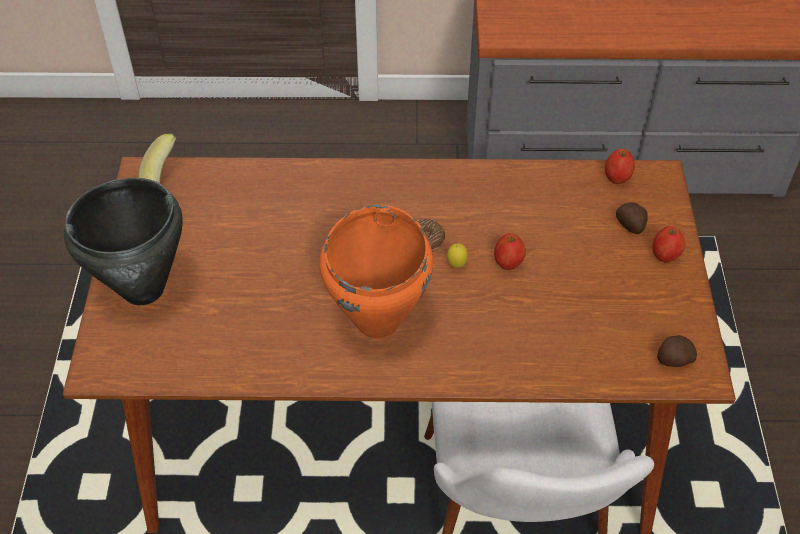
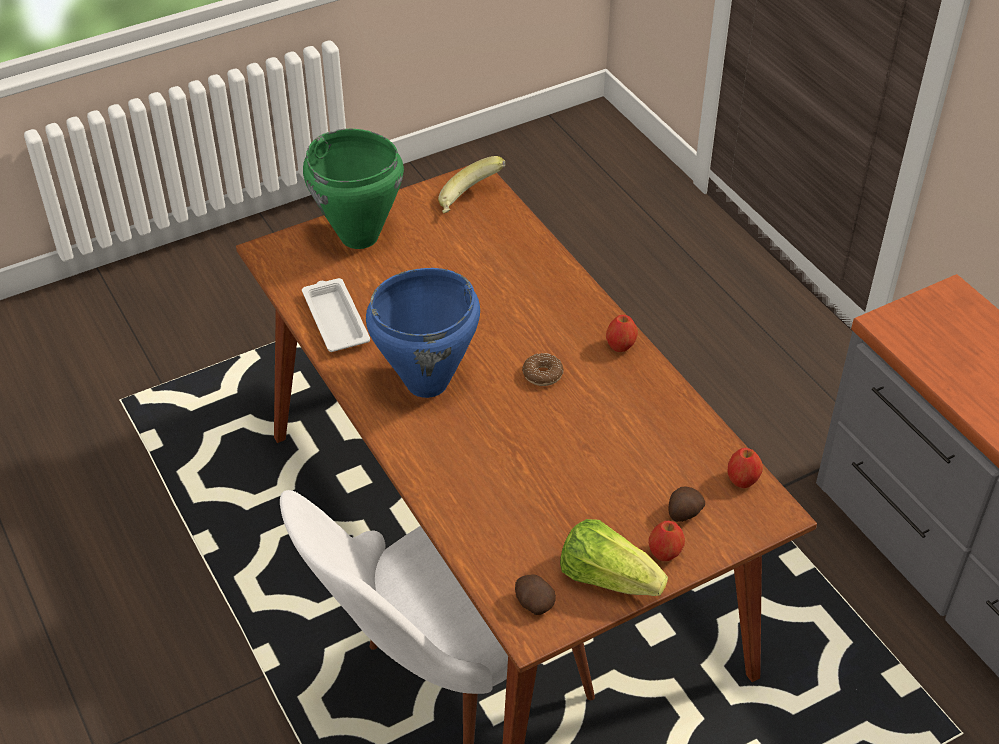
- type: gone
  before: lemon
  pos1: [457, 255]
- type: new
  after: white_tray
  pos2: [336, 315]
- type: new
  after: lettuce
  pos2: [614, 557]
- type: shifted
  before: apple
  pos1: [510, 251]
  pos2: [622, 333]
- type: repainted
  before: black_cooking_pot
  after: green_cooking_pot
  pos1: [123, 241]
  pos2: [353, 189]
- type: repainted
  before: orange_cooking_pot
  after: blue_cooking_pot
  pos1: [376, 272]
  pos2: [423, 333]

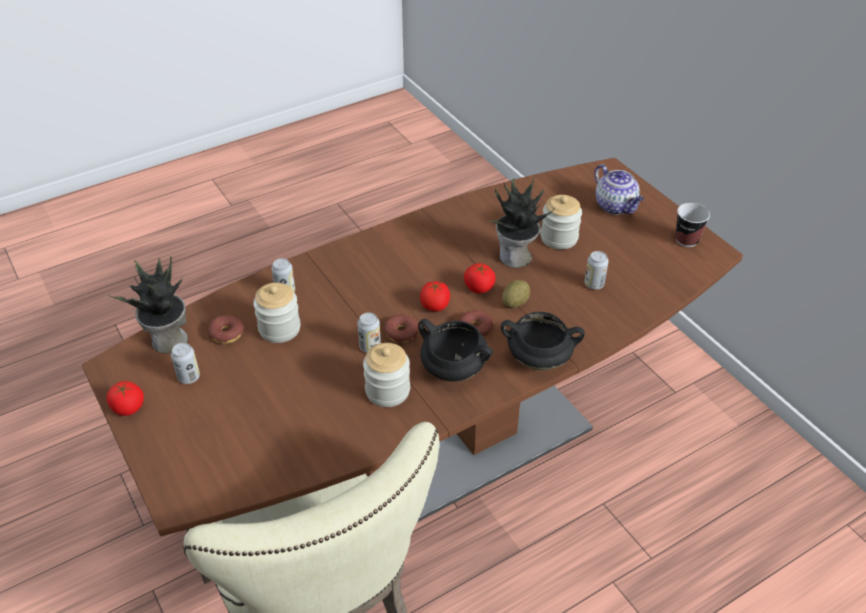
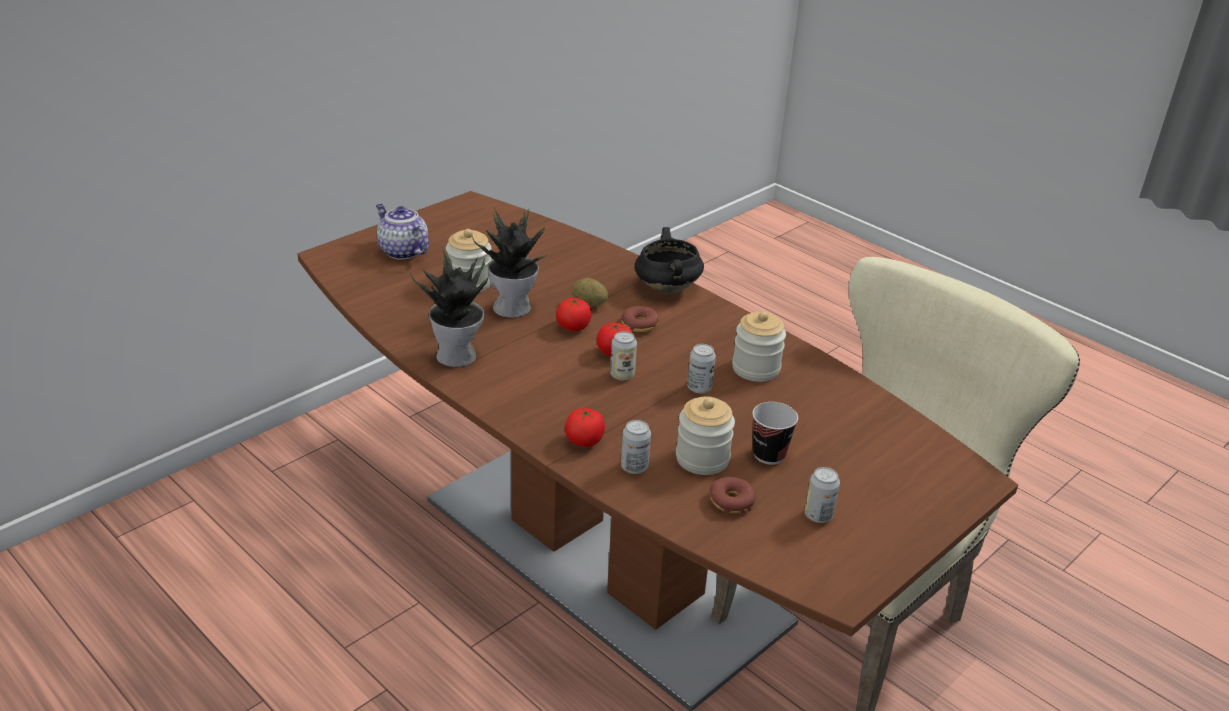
- type: gone
  before: donut
  pos1: [401, 329]
- type: gone
  before: black_cooking_pot
  pos1: [455, 350]
- type: shifted
  before: tomato
  pos1: [125, 398]
  pos2: [585, 427]
- type: shifted
  before: potted_plant
  pos1: [148, 305]
  pos2: [449, 307]
- type: shifted
  before: can
  pos1: [596, 270]
  pos2: [623, 356]
- type: shifted
  before: cup
  pos1: [692, 225]
  pos2: [775, 433]
- type: rotated
  before: teapot
  pos1: [619, 189]
  pos2: [402, 232]
  turn: -90

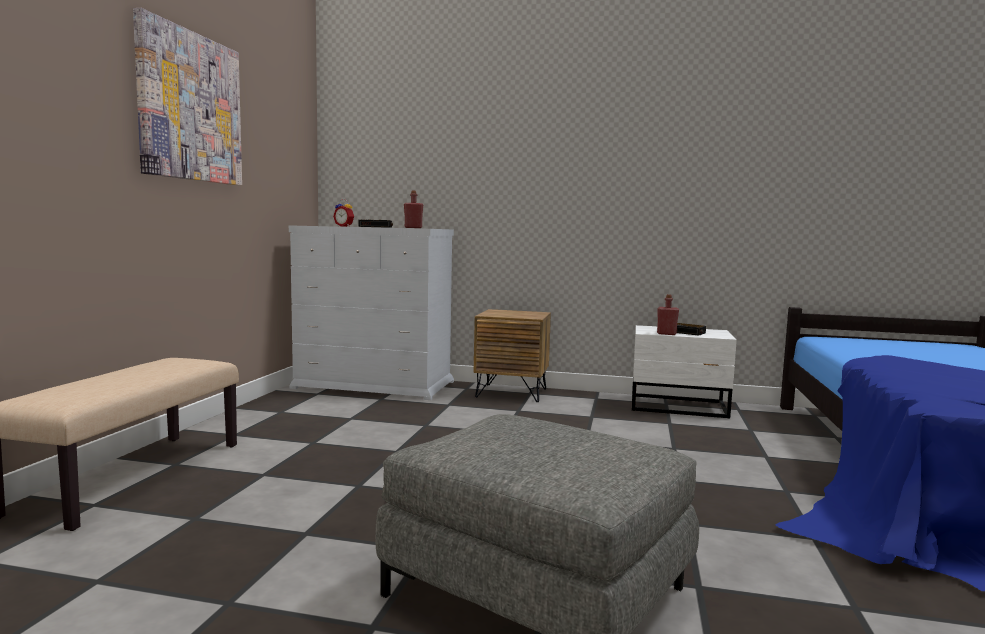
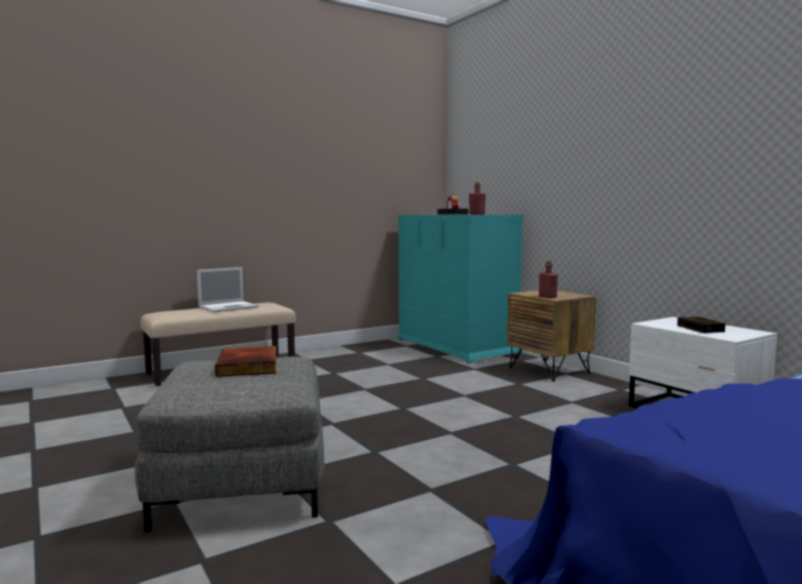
- type: gone
  before: picture
  pos1: [187, 96]
- type: new
  after: laptop
  pos2: [228, 289]
- type: new
  after: book
  pos2: [246, 361]
- type: shifted
  before: red_bottle
  pos1: [668, 314]
  pos2: [548, 279]
- type: repainted
  before: white_dresser
  after: turquoise_dresser
  pos1: [371, 312]
  pos2: [460, 289]

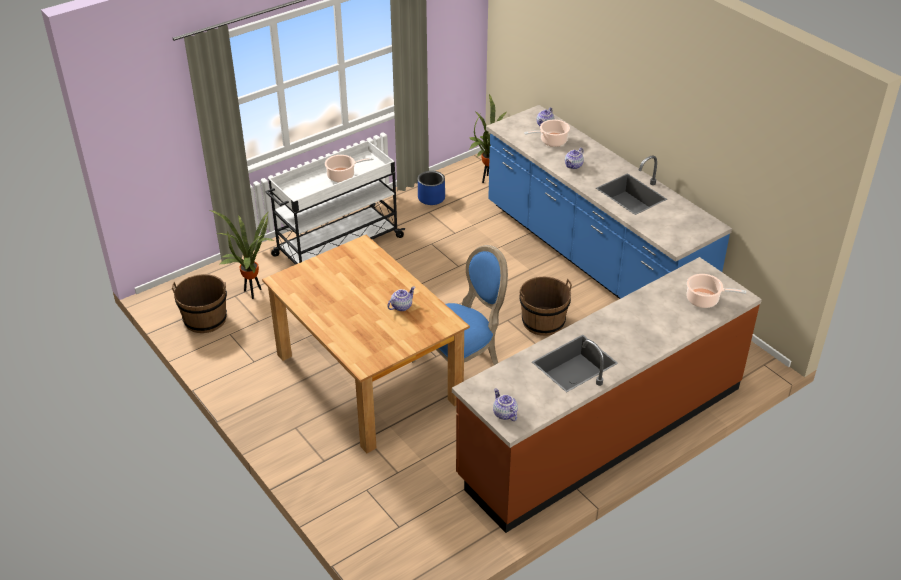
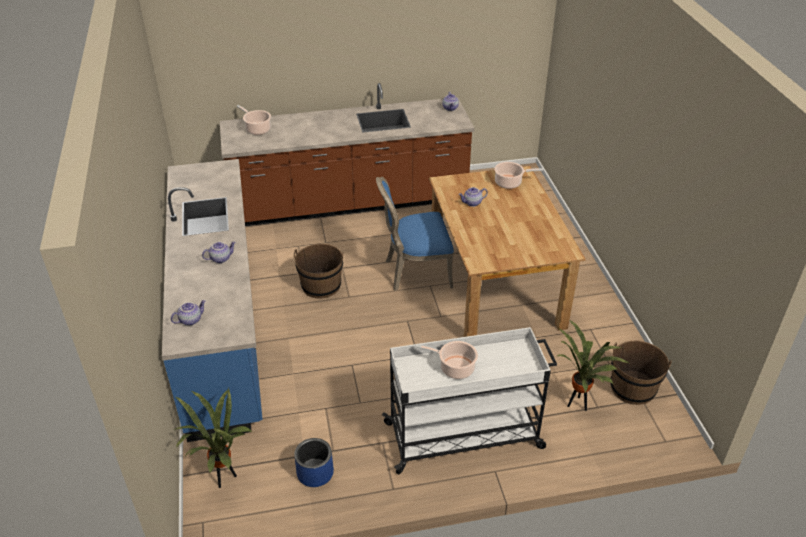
- type: shifted
  before: cooking_pot
  pos1: [547, 133]
  pos2: [518, 175]

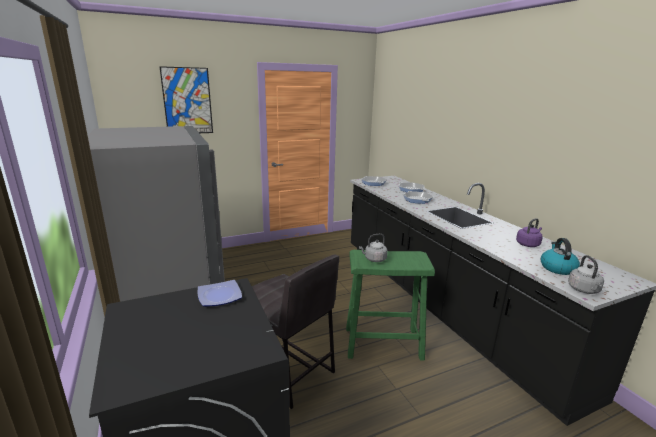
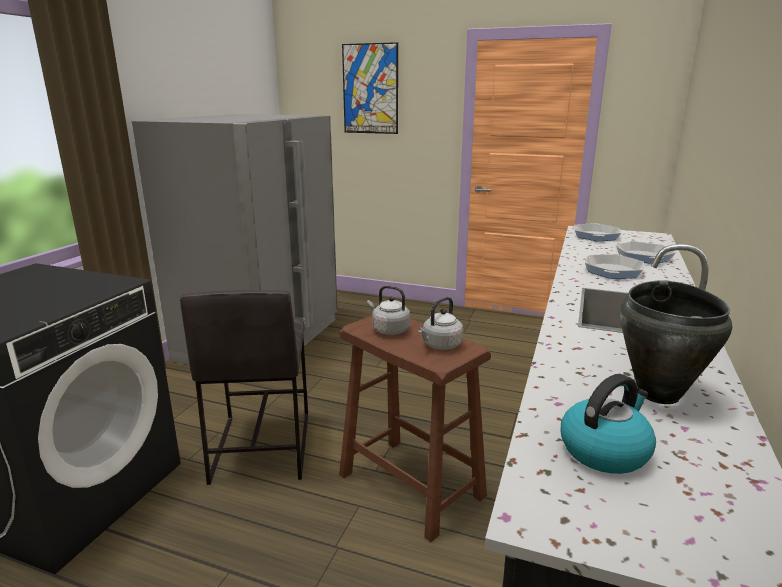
- type: gone
  before: plate
  pos1: [220, 293]
- type: shifted
  before: grey_kettle
  pos1: [586, 274]
  pos2: [440, 323]
- type: swapped
  before: purple_kettle
  after: black_cooking_pot
  pos1: [529, 232]
  pos2: [676, 342]
- type: repainted
  before: green_stool
  after: brown_stool
  pos1: [390, 305]
  pos2: [415, 429]

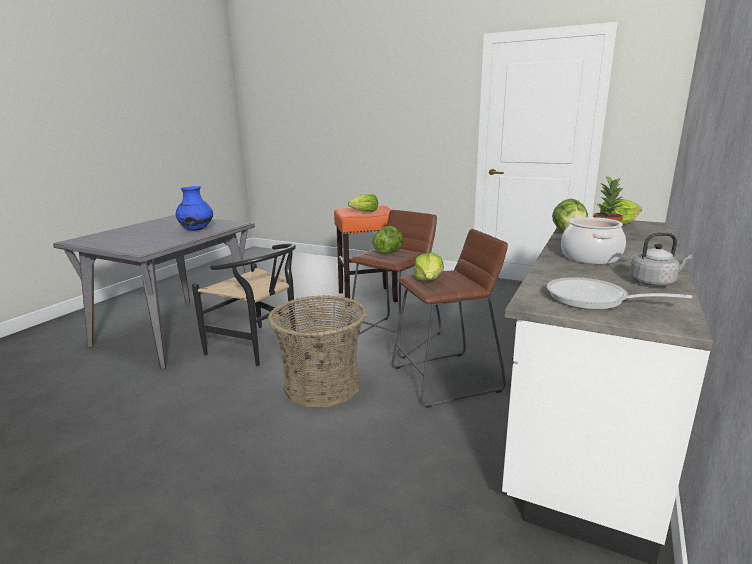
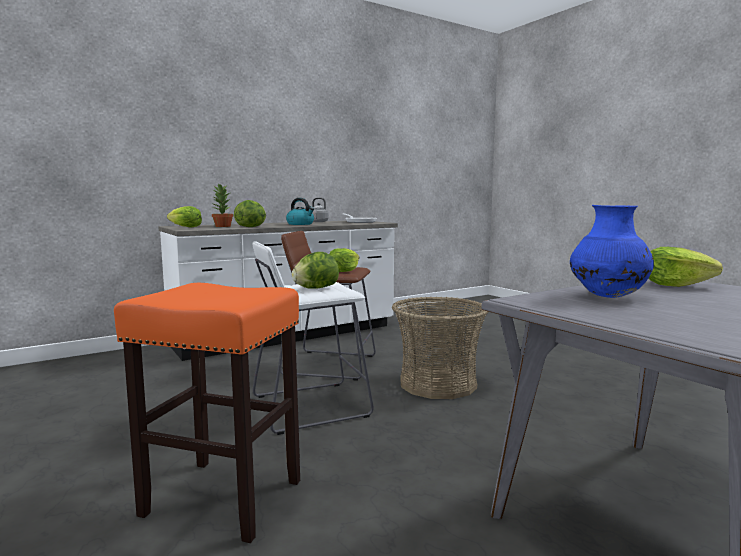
- type: gone
  before: black_chair
  pos1: [244, 304]
- type: shifted
  before: lettuce
  pos1: [363, 203]
  pos2: [686, 267]
- type: swapped
  before: cooking_pot
  after: kettle
  pos1: [593, 240]
  pos2: [300, 211]
- type: repainted
  before: brown_stool
  after: white_stool
  pos1: [396, 284]
  pos2: [313, 338]

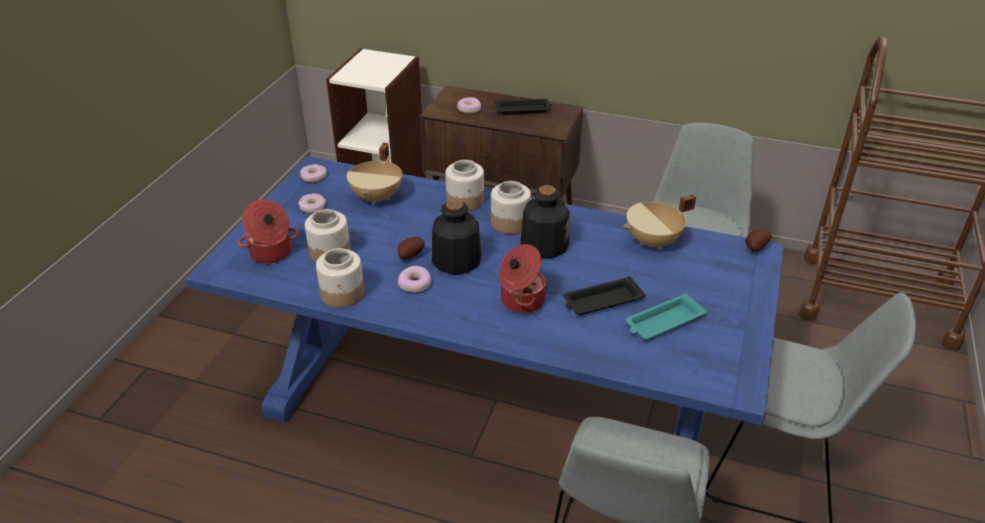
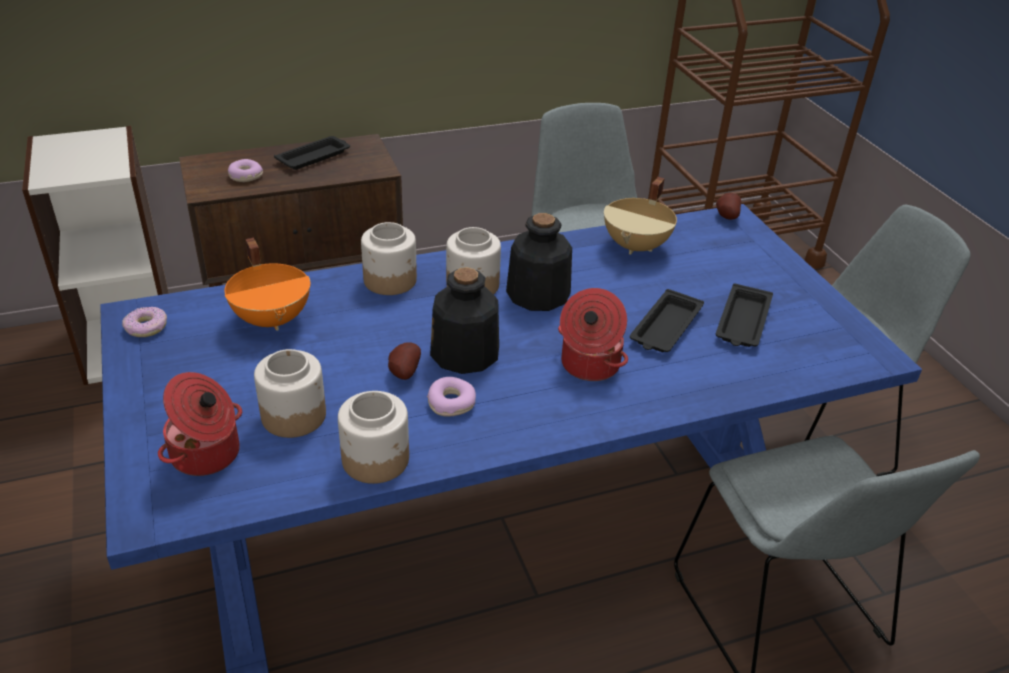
- type: gone
  before: donut
  pos1: [312, 203]
- type: repainted
  before: beige_cooking_pot
  after: orange_cooking_pot
  pos1: [374, 174]
  pos2: [267, 284]
- type: repainted
  before: turquoise_tray
  after: black_tray
  pos1: [666, 316]
  pos2: [744, 315]

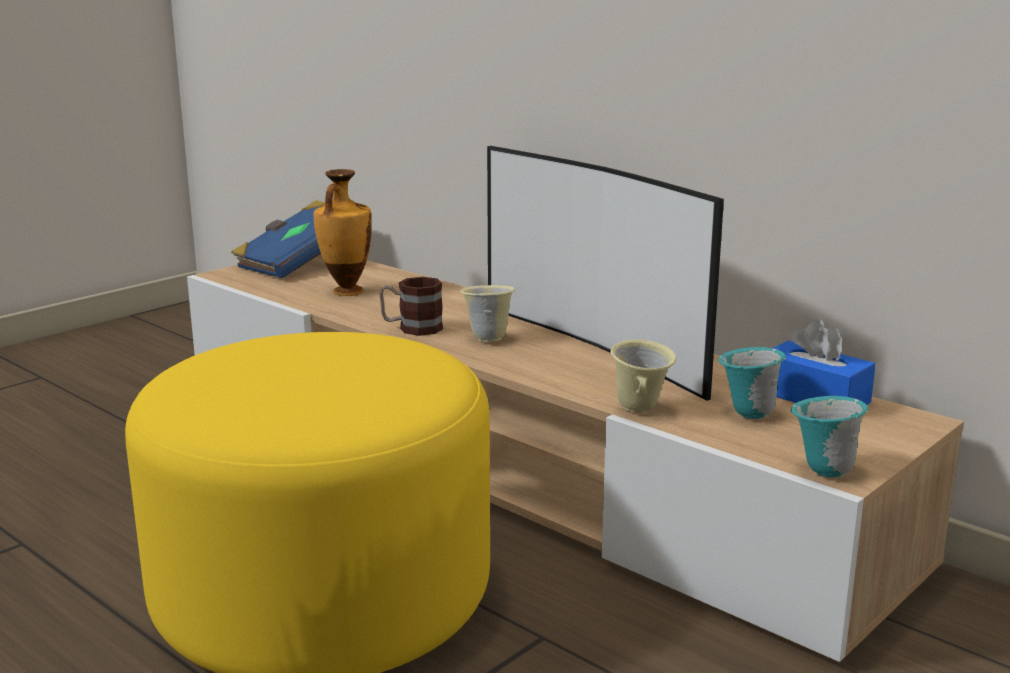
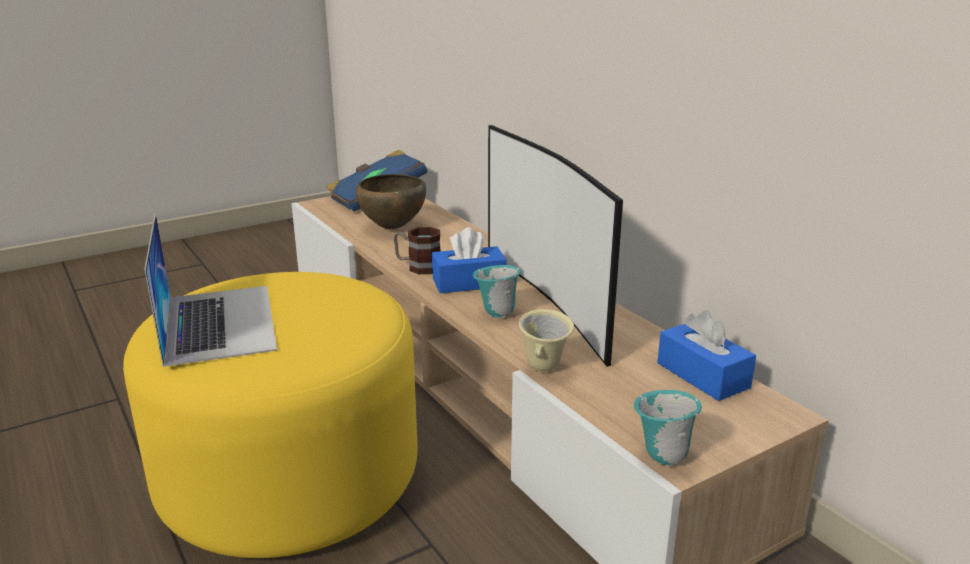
- type: new
  after: laptop
  pos2: [210, 290]
- type: shifted
  before: turquoise_mug
  pos1: [752, 383]
  pos2: [497, 291]
- type: swapped
  before: vase
  after: brown_bowl
  pos1: [343, 232]
  pos2: [391, 201]
- type: swapped
  before: beige_mug
  after: blue_tissue_box
  pos1: [487, 313]
  pos2: [469, 260]

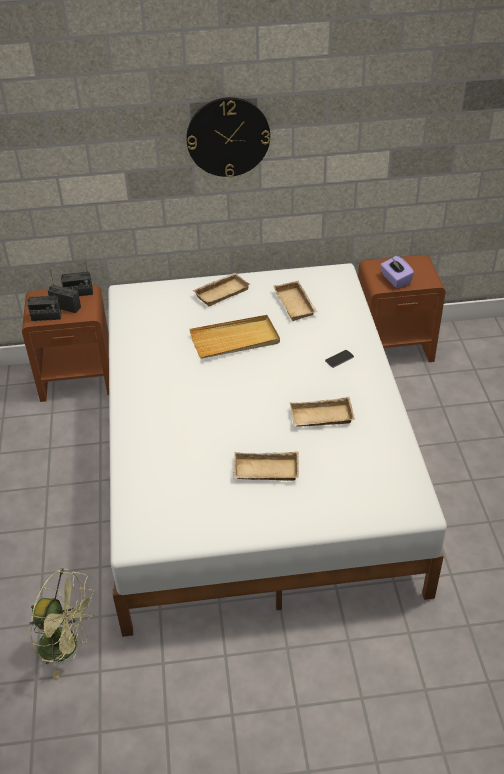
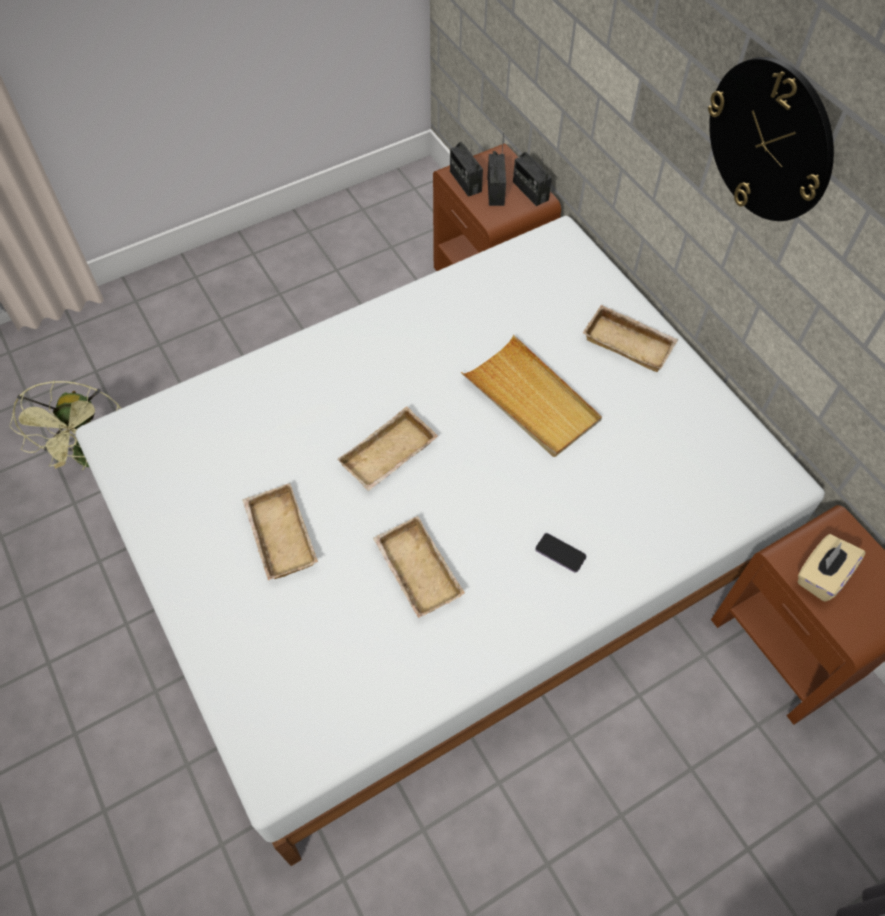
- type: shifted
  before: beige_tray
  pos1: [295, 301]
  pos2: [387, 448]
- type: repainted
  before: purple_tissue_box
  after: beige_tissue_box
  pos1: [397, 272]
  pos2: [832, 568]

